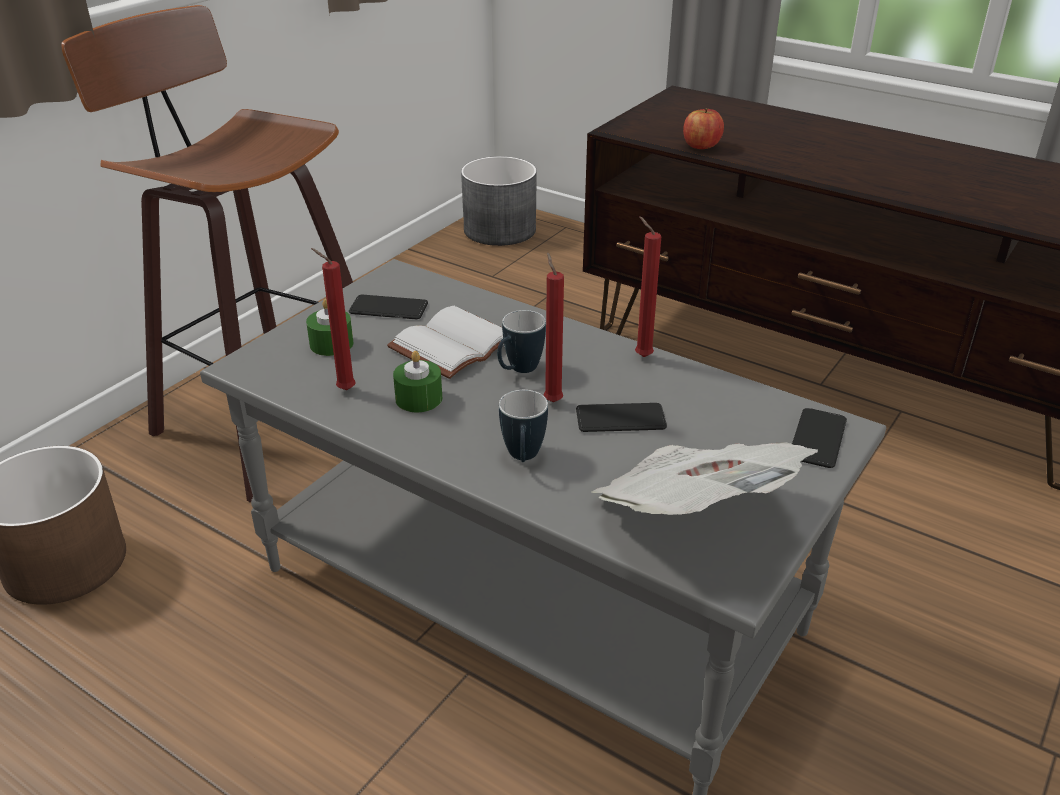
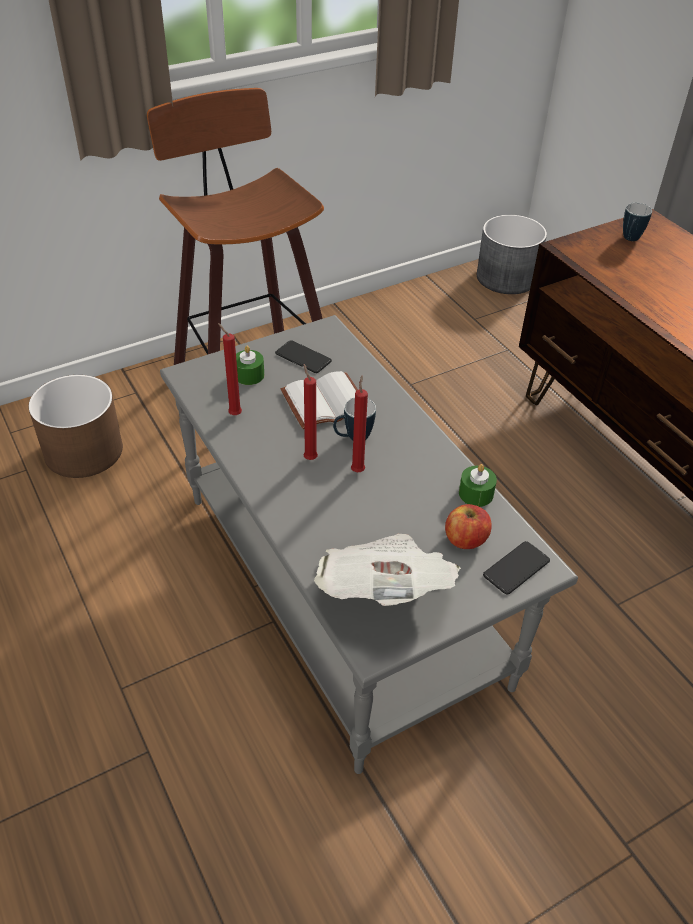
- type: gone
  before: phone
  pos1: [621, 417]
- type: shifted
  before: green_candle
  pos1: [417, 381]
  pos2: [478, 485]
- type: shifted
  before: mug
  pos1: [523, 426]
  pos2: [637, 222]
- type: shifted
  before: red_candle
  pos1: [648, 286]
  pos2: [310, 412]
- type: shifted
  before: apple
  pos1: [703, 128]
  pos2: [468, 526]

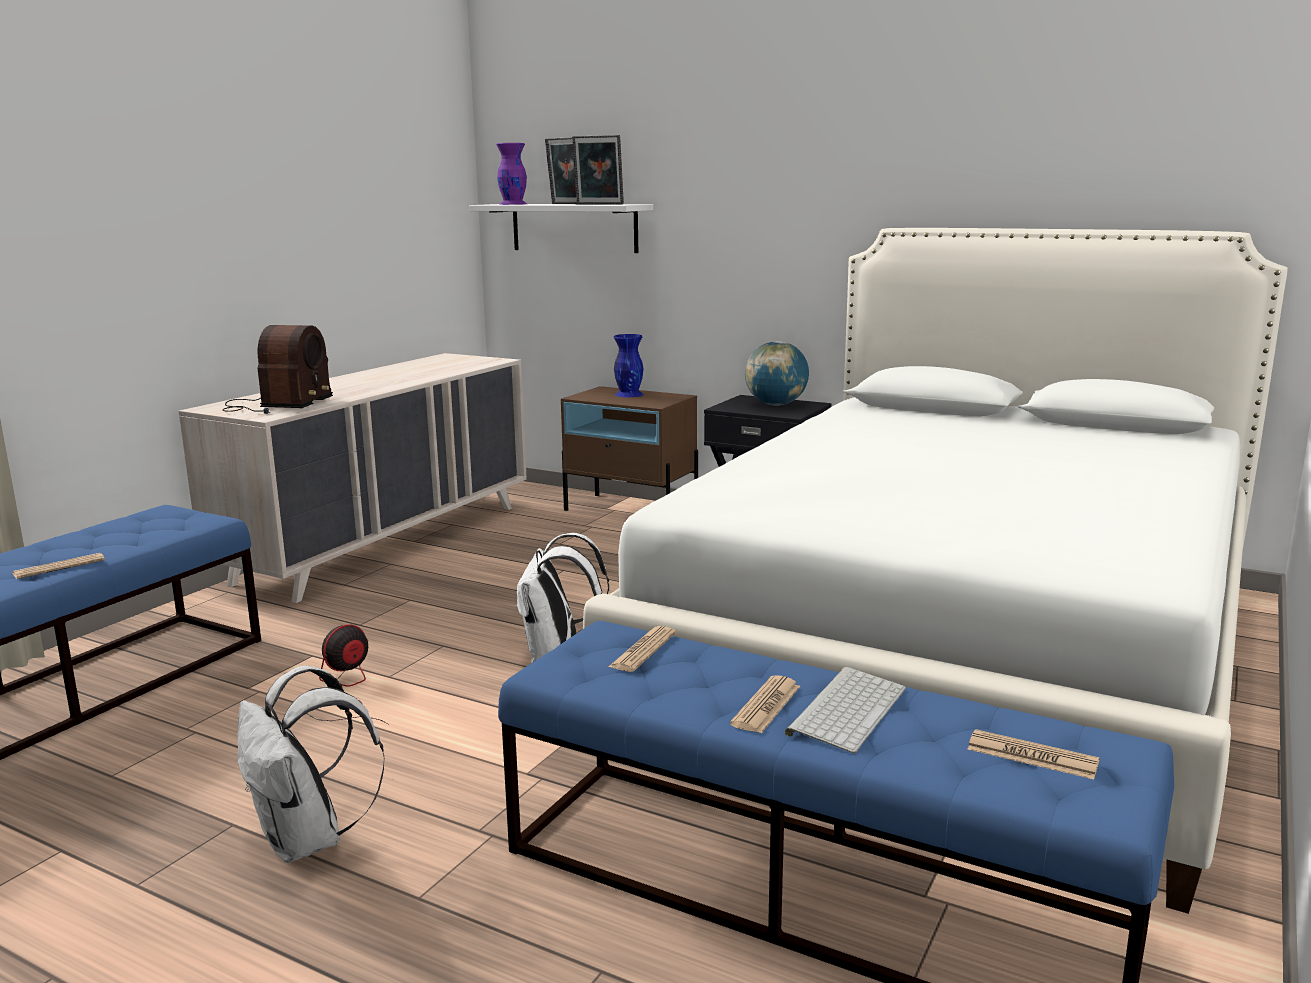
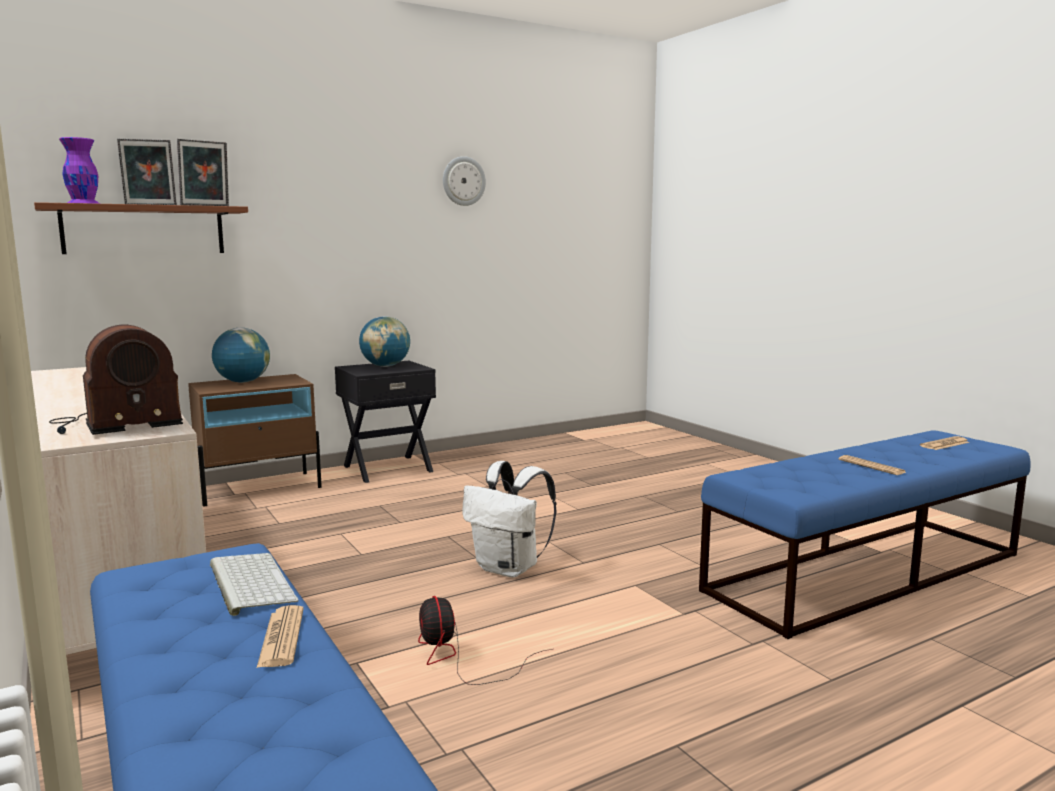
- type: gone
  before: white_backpack
  pos1: [311, 764]
- type: gone
  before: white_bed
  pos1: [935, 571]
- type: gone
  before: newspaper
  pos1: [642, 649]
- type: new
  after: wall_clock
  pos2: [464, 181]
- type: shifted
  before: keyboard
  pos1: [845, 710]
  pos2: [254, 584]
- type: swapped
  before: blue_vase
  after: globe
  pos1: [629, 365]
  pos2: [241, 355]
- type: repainted
  before: white_shelf
  after: brown_shelf
  pos1: [561, 228]
  pos2: [141, 228]
- type: rotated
  before: radio
  pos1: [278, 369]
  pos2: [116, 380]
  turn: 105

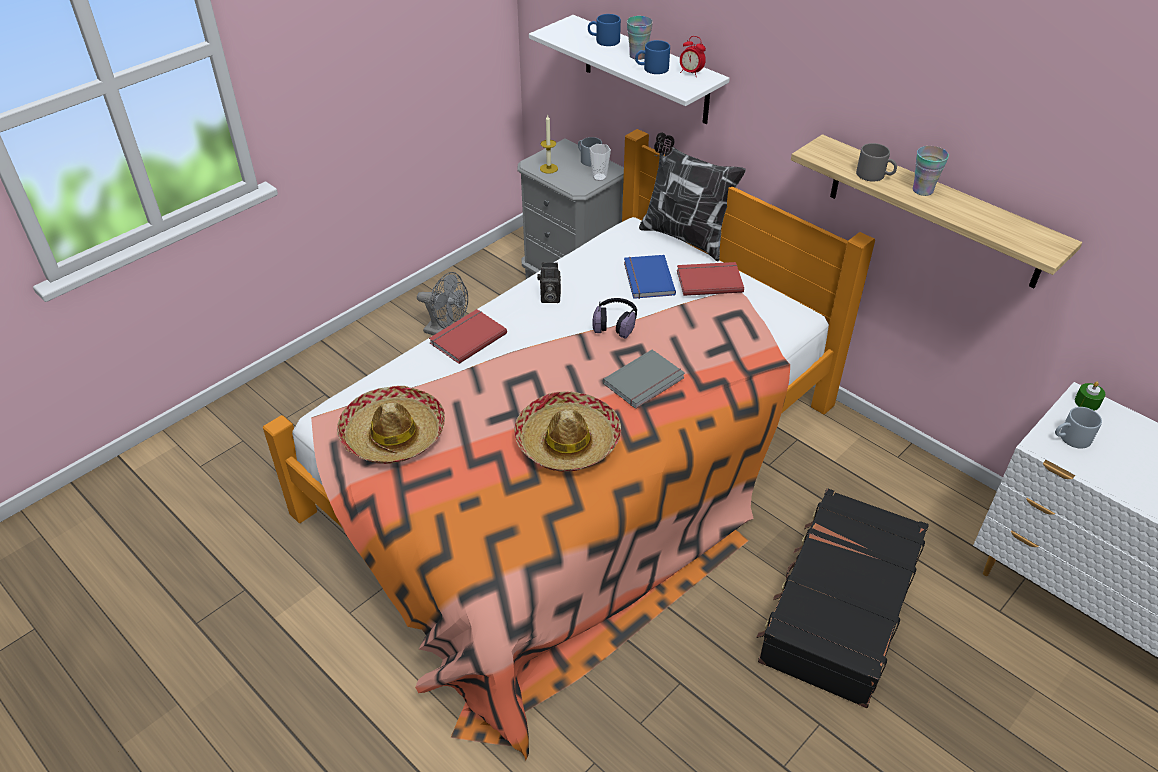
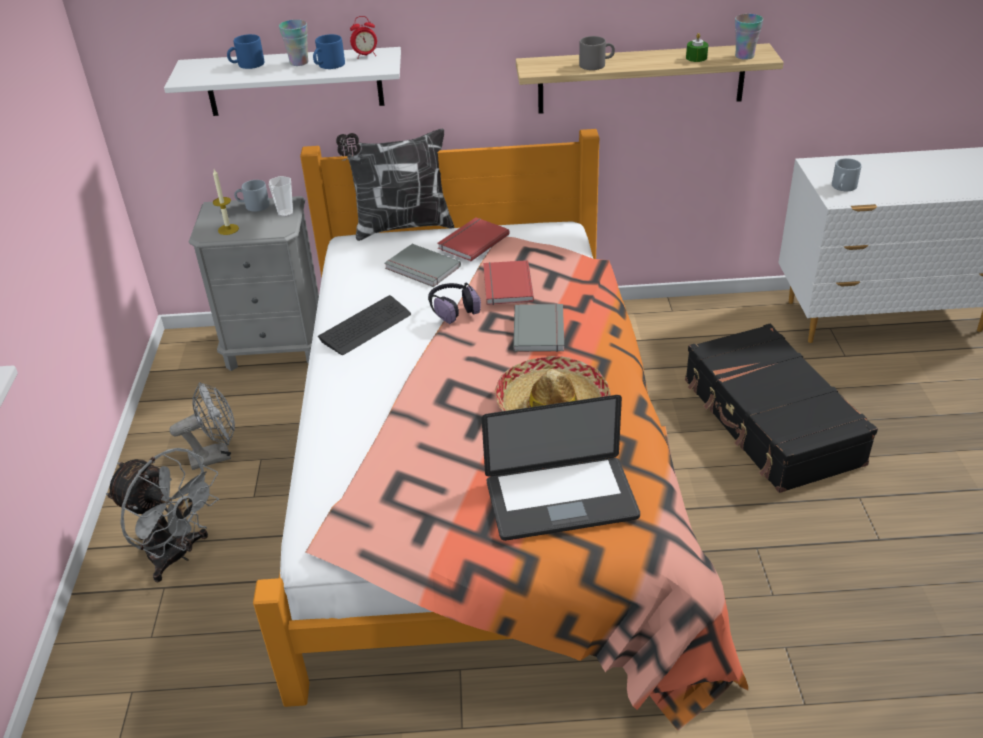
- type: gone
  before: hat
  pos1: [391, 425]
- type: new
  after: grey_fan
  pos2: [162, 515]
- type: new
  after: laptop
  pos2: [561, 468]
- type: shifted
  before: red_book
  pos1: [468, 336]
  pos2: [508, 282]
- type: shifted
  before: cup
  pos1: [931, 171]
  pos2: [749, 37]
- type: shifted
  before: green_candle
  pos1: [1090, 396]
  pos2: [697, 47]
- type: swapped
  before: photo_camera
  after: keyboard
  pos1: [549, 282]
  pos2: [364, 325]
- type: repainted
  before: blue_book
  after: grey_book
  pos1: [650, 277]
  pos2: [422, 265]

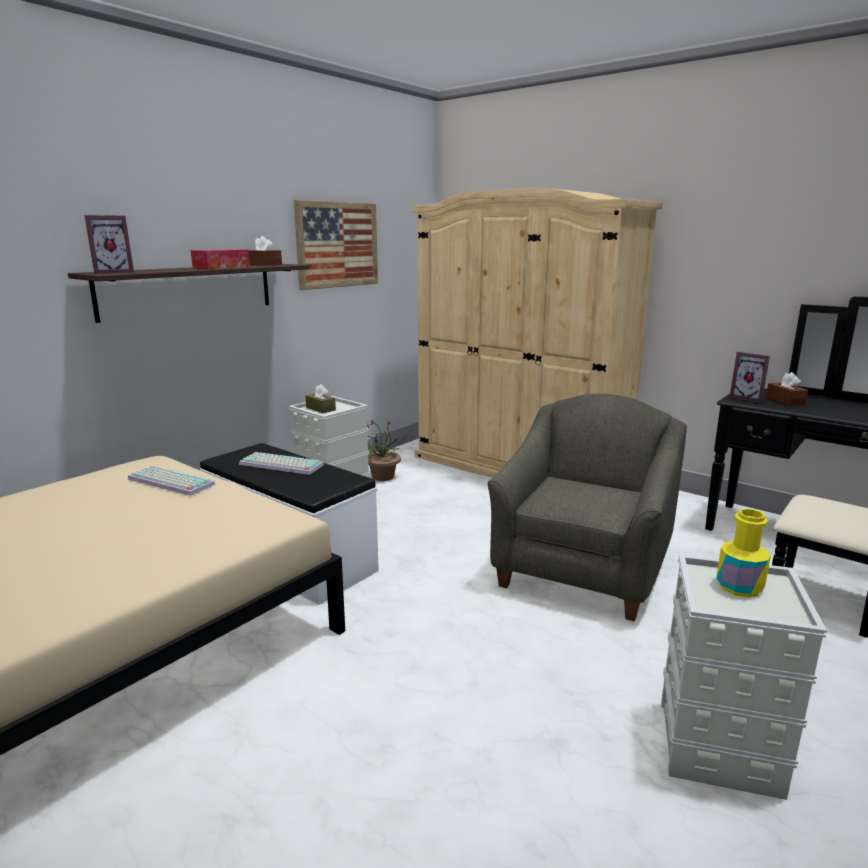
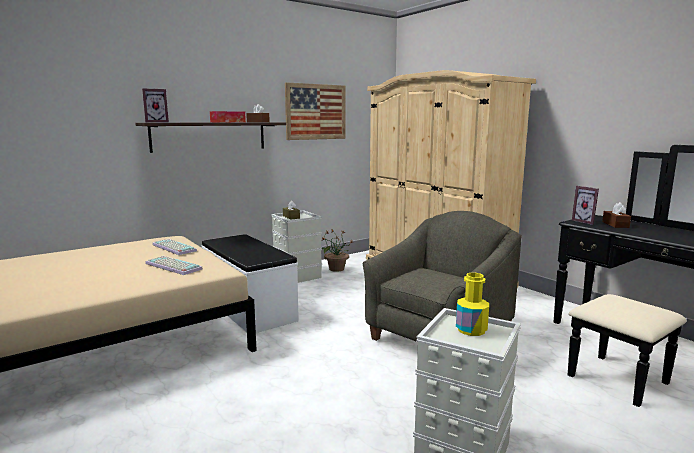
- type: shifted
  before: keyboard
  pos1: [281, 463]
  pos2: [174, 265]

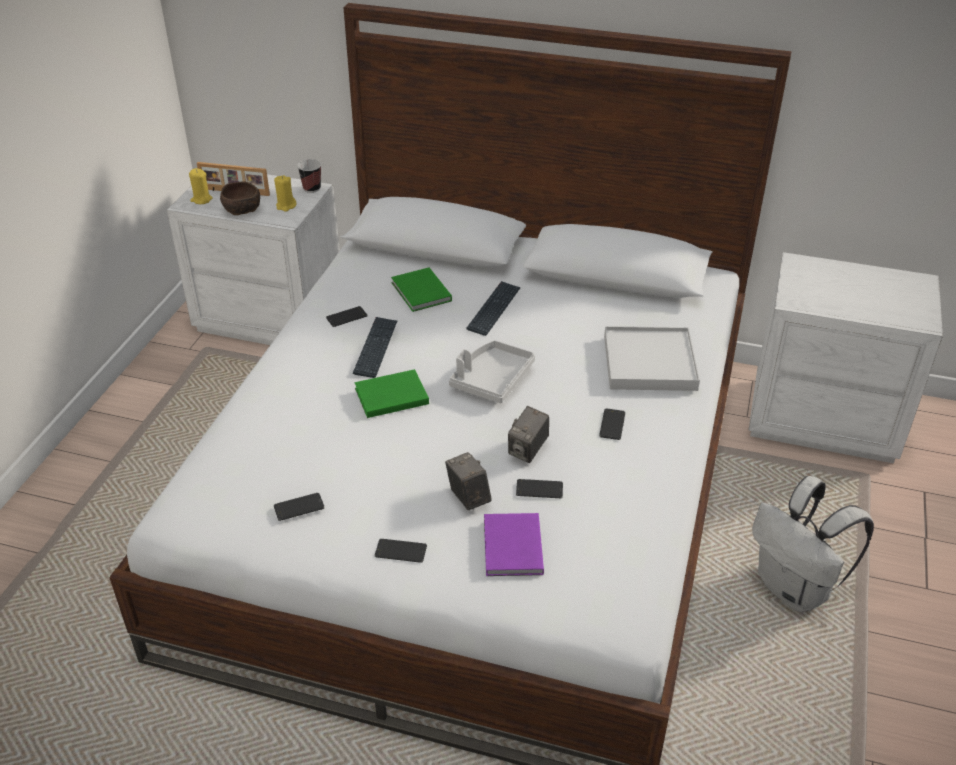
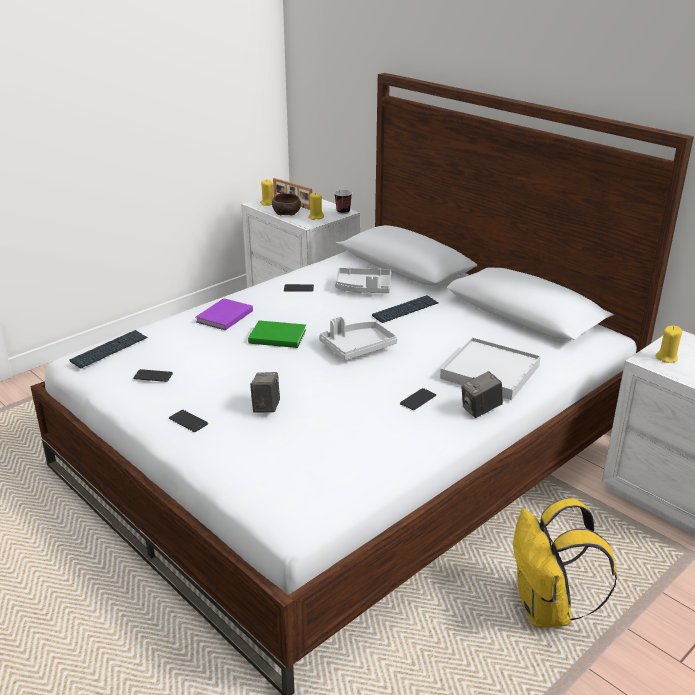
- type: gone
  before: phone
  pos1: [539, 488]
- type: new
  after: yellow_candle
  pos2: [669, 344]
- type: shifted
  before: keyboard
  pos1: [375, 347]
  pos2: [108, 349]
- type: shifted
  before: purple_book
  pos1: [514, 544]
  pos2: [224, 314]
- type: shifted
  before: photo_camera
  pos1: [528, 434]
  pos2: [482, 394]
- type: swapped
  before: green_book
  after: grey_tray
  pos1: [421, 289]
  pos2: [363, 280]
- type: repainted
  before: white_backpack
  after: yellow_backpack
  pos1: [813, 544]
  pos2: [565, 563]

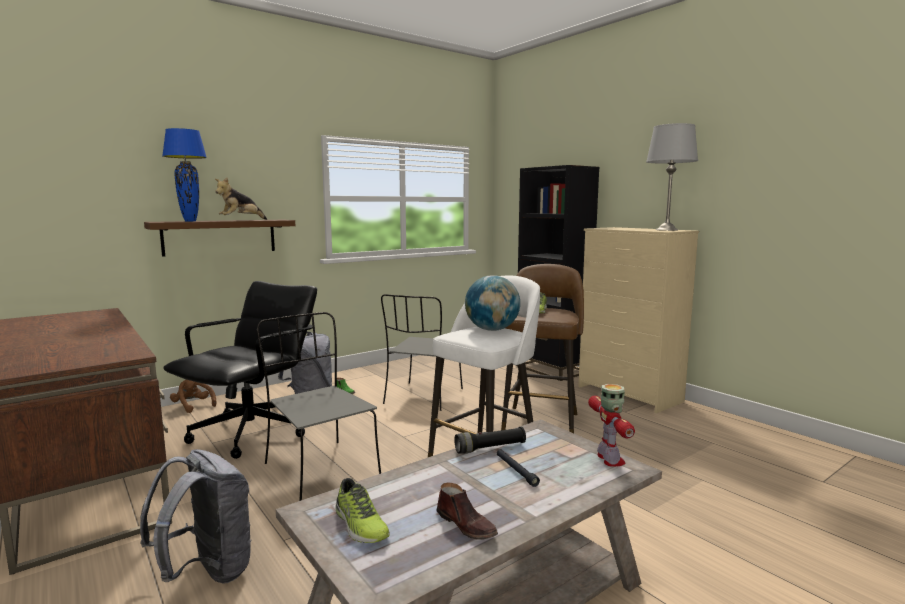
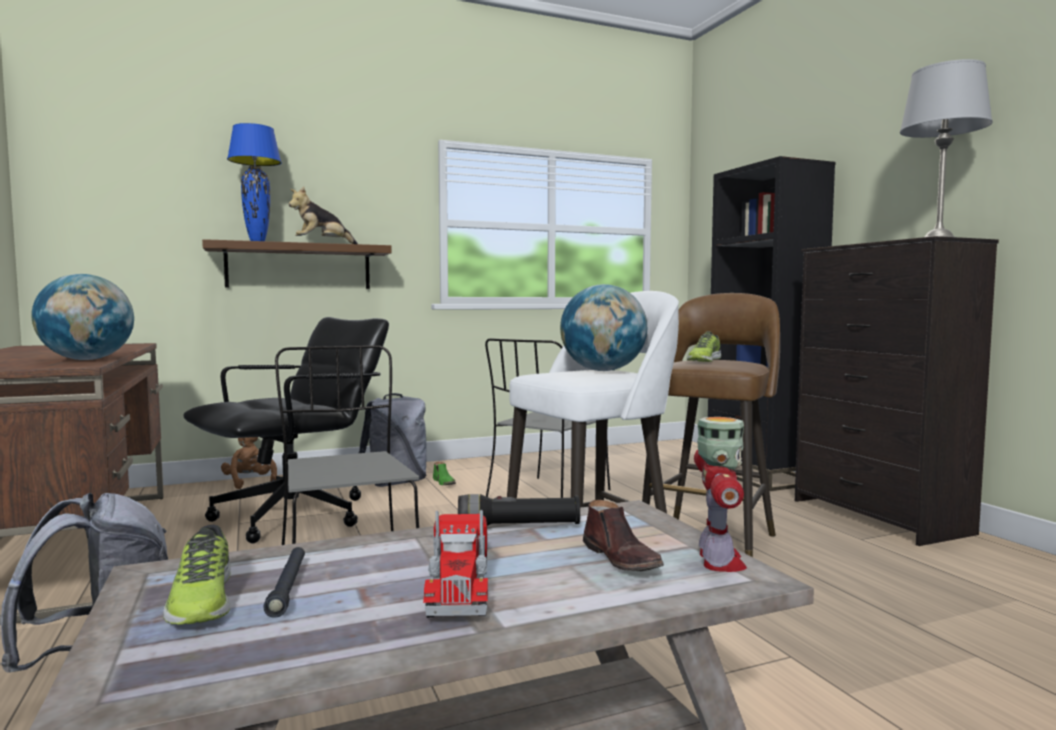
- type: new
  after: globe
  pos2: [82, 317]
- type: new
  after: toy_truck
  pos2: [455, 564]
- type: shifted
  before: brown_shoe
  pos1: [467, 511]
  pos2: [623, 535]
- type: shifted
  before: black_flashlight
  pos1: [518, 468]
  pos2: [284, 582]
- type: repainted
  before: beige_dresser
  after: black_dresser
  pos1: [638, 320]
  pos2: [897, 391]

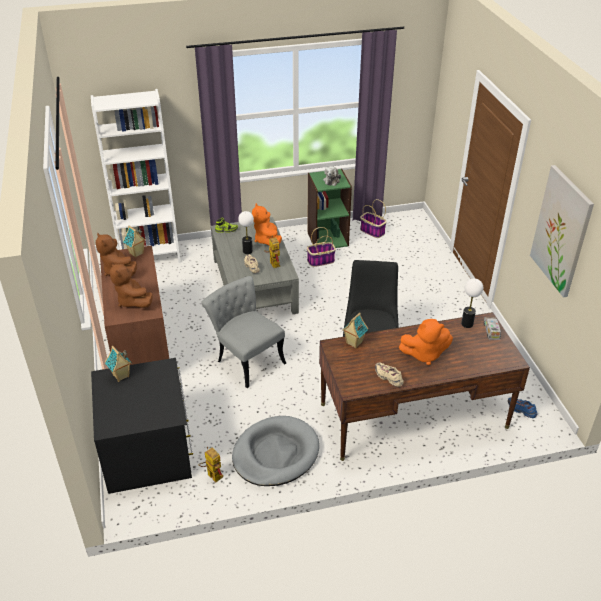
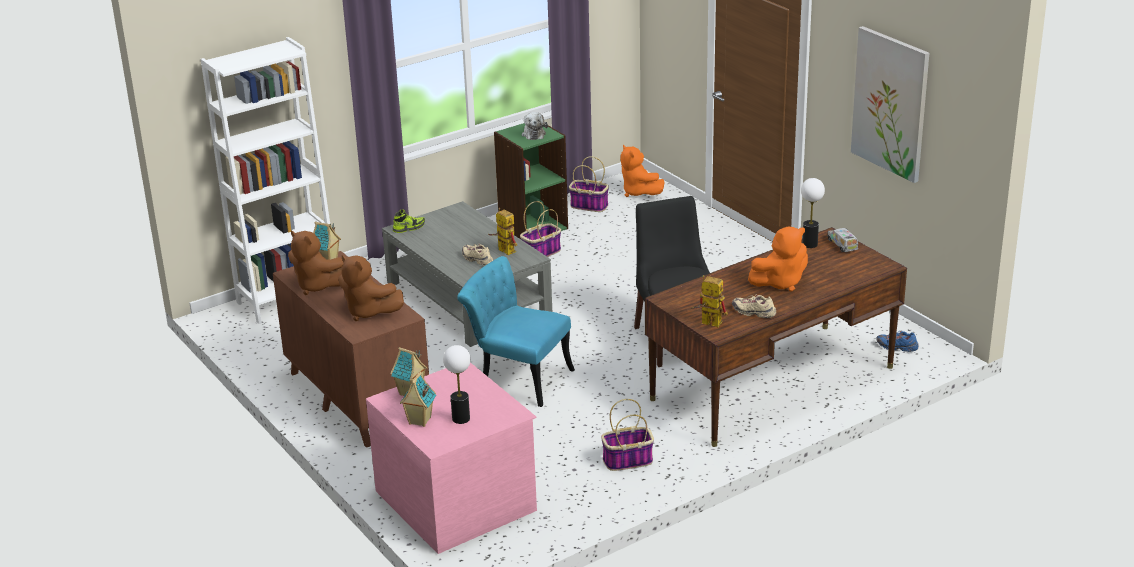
- type: shifted
  before: toy_robot
  pos1: [211, 464]
  pos2: [709, 301]
- type: shifted
  before: table_lamp
  pos1: [246, 232]
  pos2: [457, 384]
- type: shifted
  before: orange_plush_toy
  pos1: [267, 224]
  pos2: [642, 171]
- type: shifted
  before: toy_house
  pos1: [355, 330]
  pos2: [418, 399]
- type: swapped
  before: grey_dog_bed
  after: basket
  pos1: [275, 451]
  pos2: [627, 435]
- type: repainted
  before: black_dresser
  after: pink_dresser
  pos1: [142, 426]
  pos2: [451, 458]
- type: repainted
  before: grey_chair
  after: turquoise_chair
  pos1: [243, 332]
  pos2: [516, 331]

